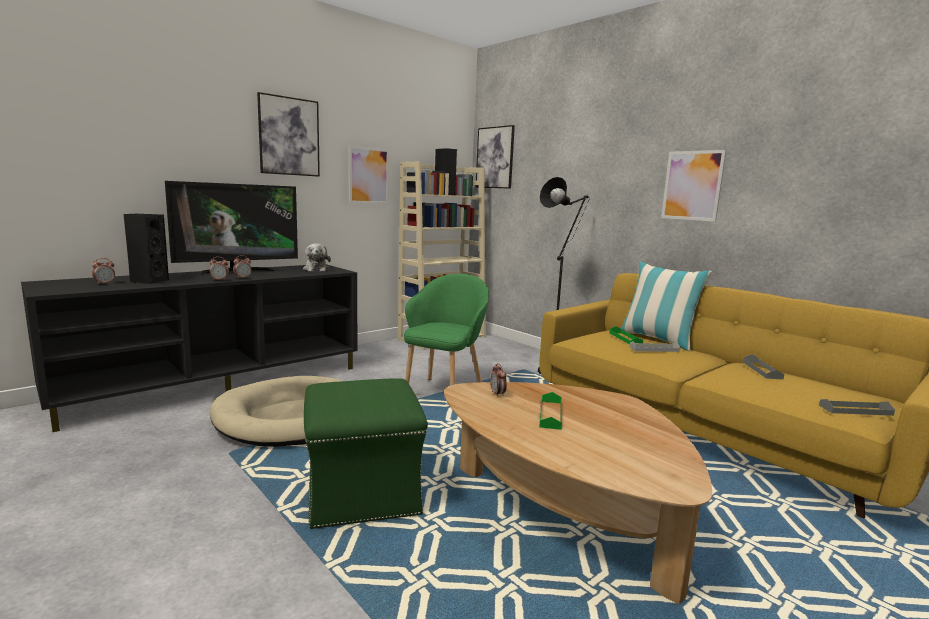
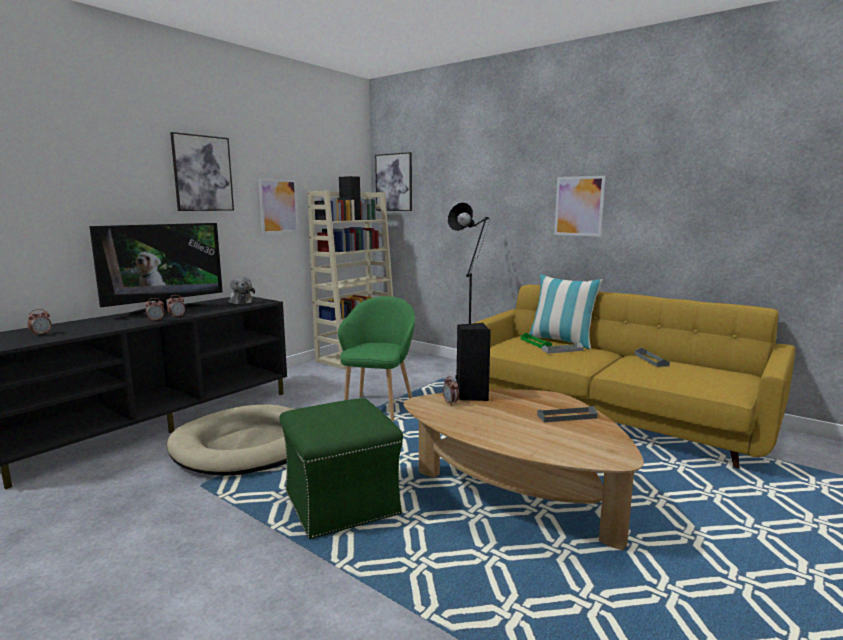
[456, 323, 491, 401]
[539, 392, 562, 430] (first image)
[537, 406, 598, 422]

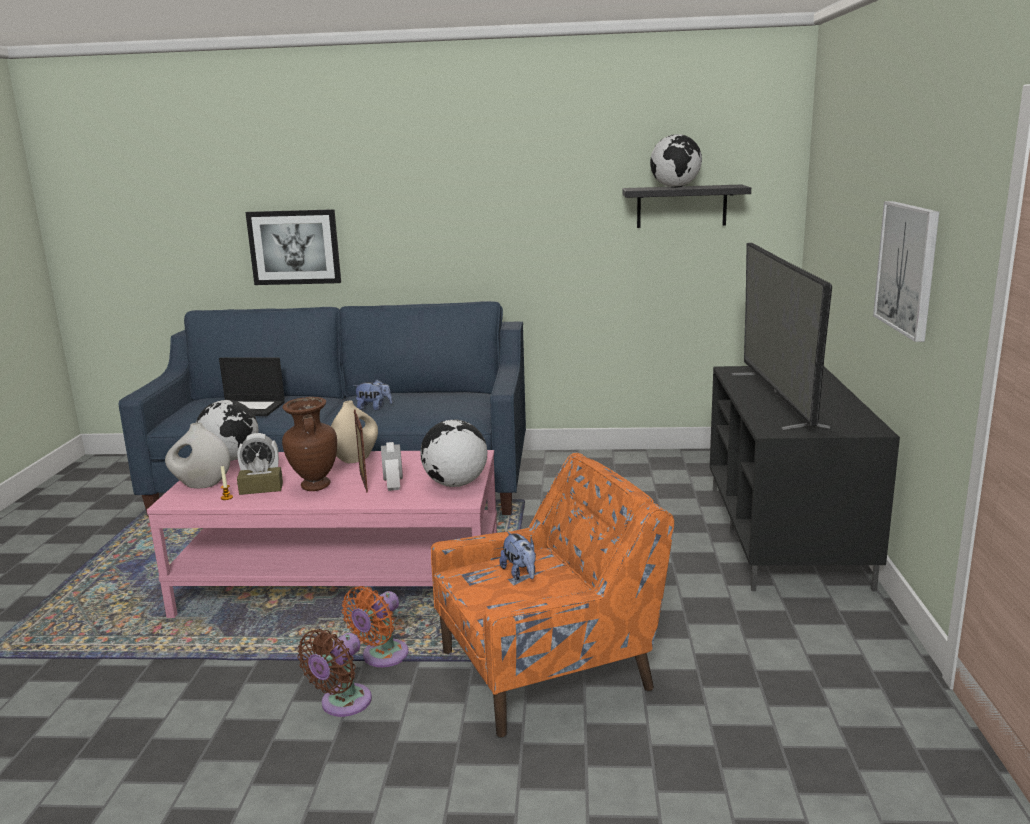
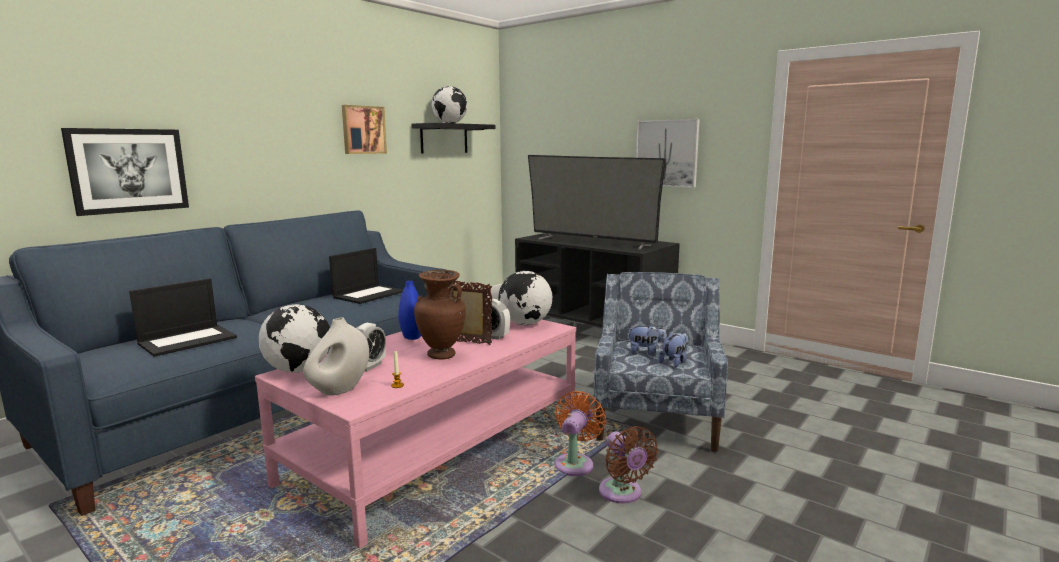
[658, 331, 689, 367]
[398, 280, 421, 340]
[594, 272, 728, 452]
[237, 457, 283, 495] (first image)
[555, 391, 606, 476]
[342, 105, 387, 154]
[329, 248, 404, 304]

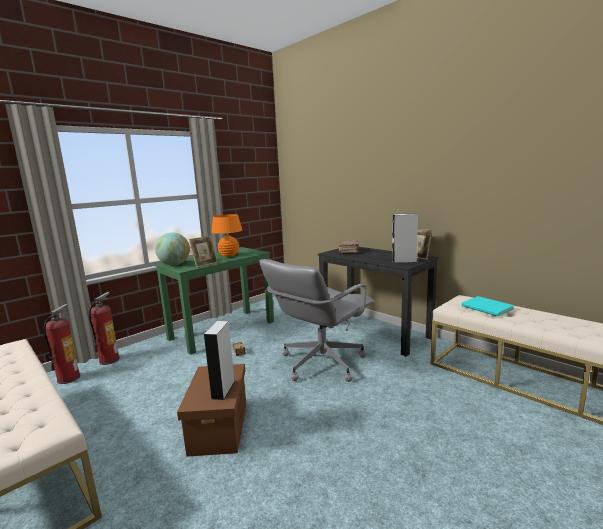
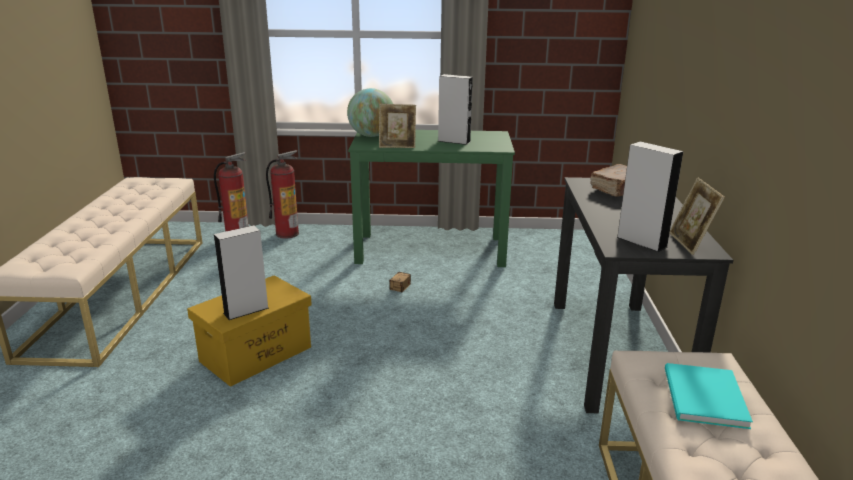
[438, 74, 473, 145]
[259, 259, 373, 382] (first image)
[187, 275, 312, 387]

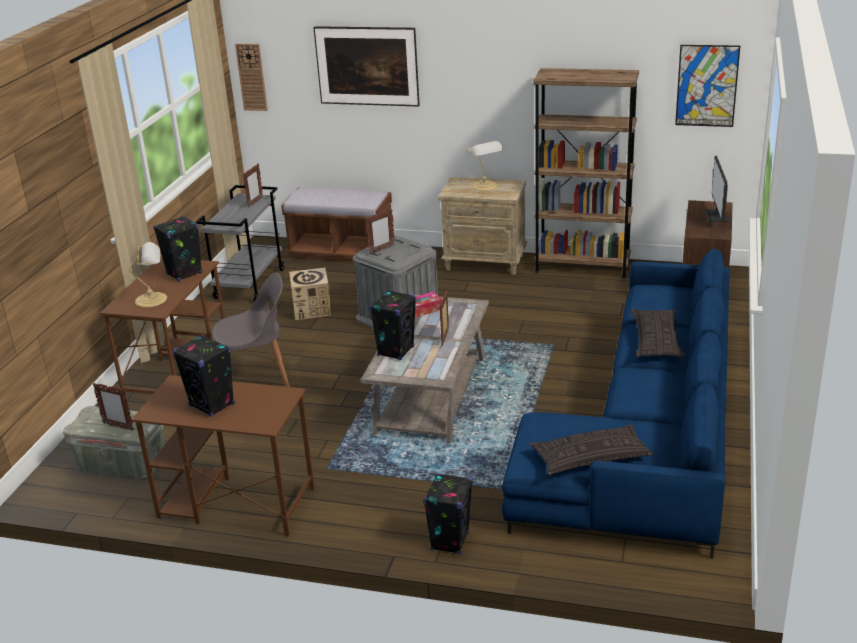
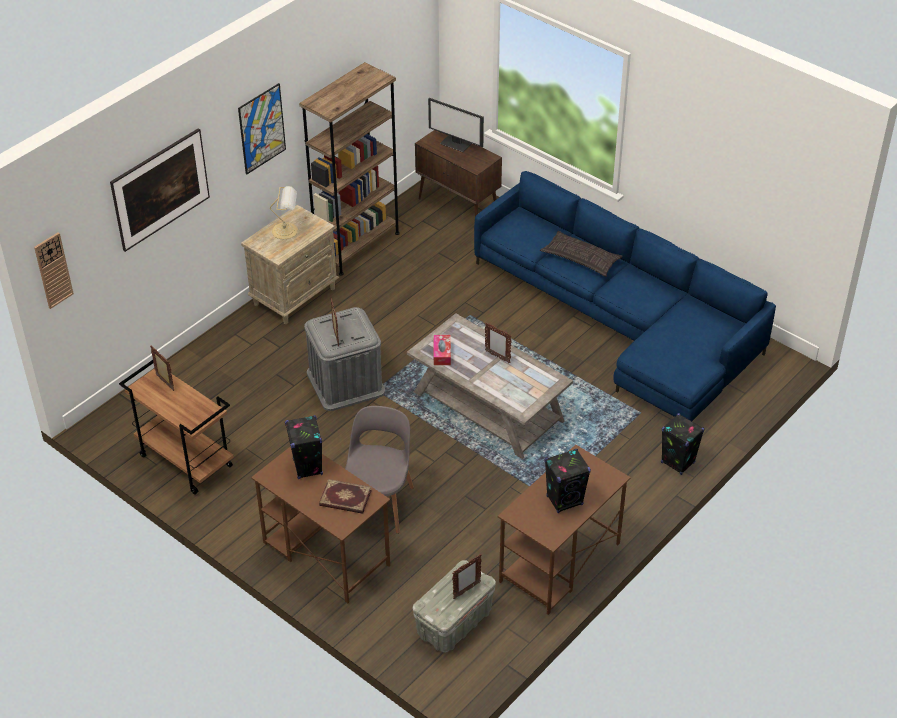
[238, 83, 286, 175]
[119, 360, 234, 495]
[281, 187, 392, 262] (first image)
[319, 479, 372, 514]
[289, 268, 331, 320] (first image)
[369, 290, 416, 360] (first image)
[530, 424, 653, 475] (first image)

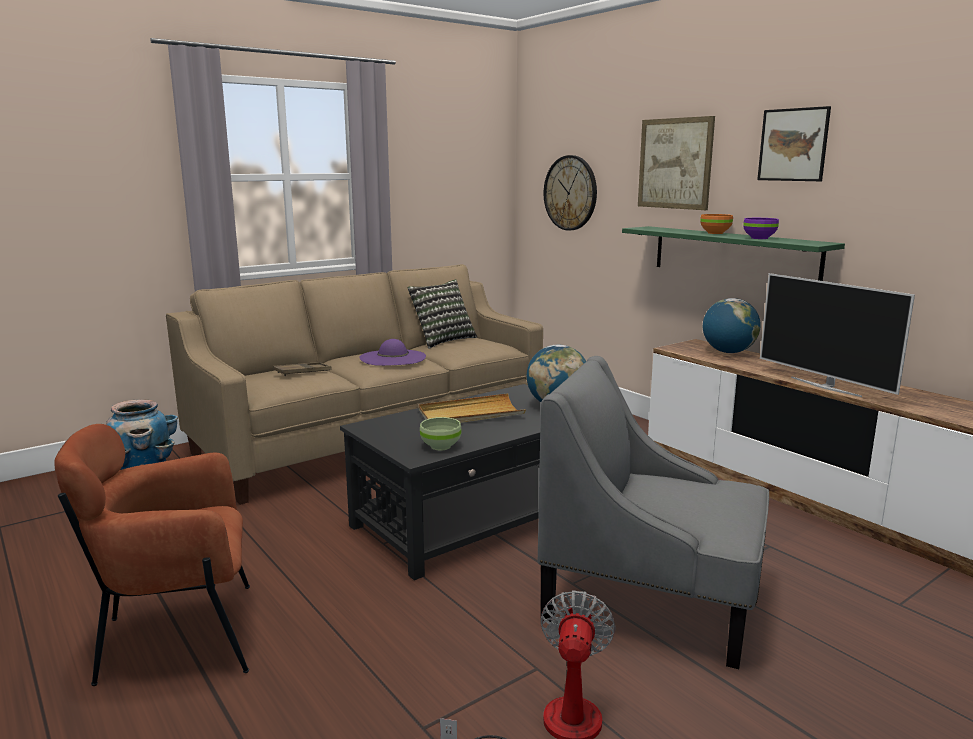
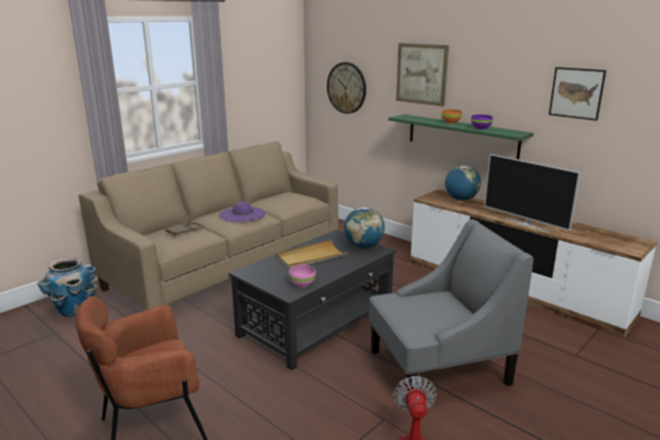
[549, 67, 606, 121]
[408, 279, 477, 349] (first image)
[369, 219, 534, 407]
[288, 265, 316, 287]

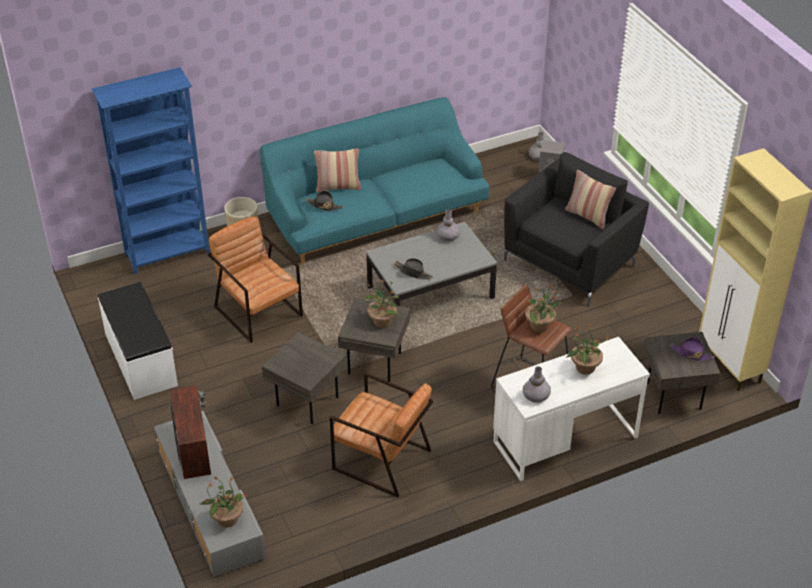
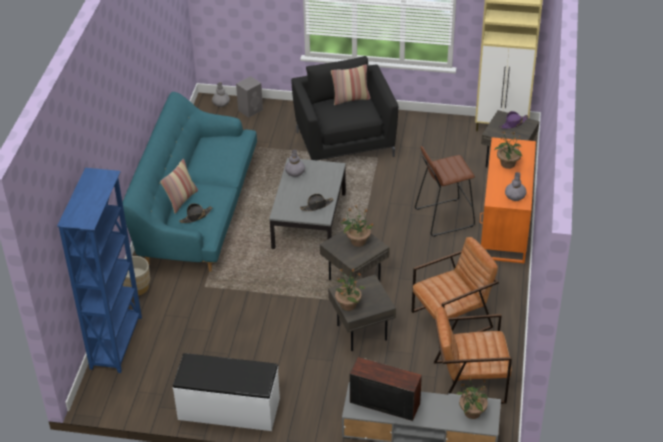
[434, 307, 512, 404]
[335, 268, 366, 311]
[480, 137, 536, 263]

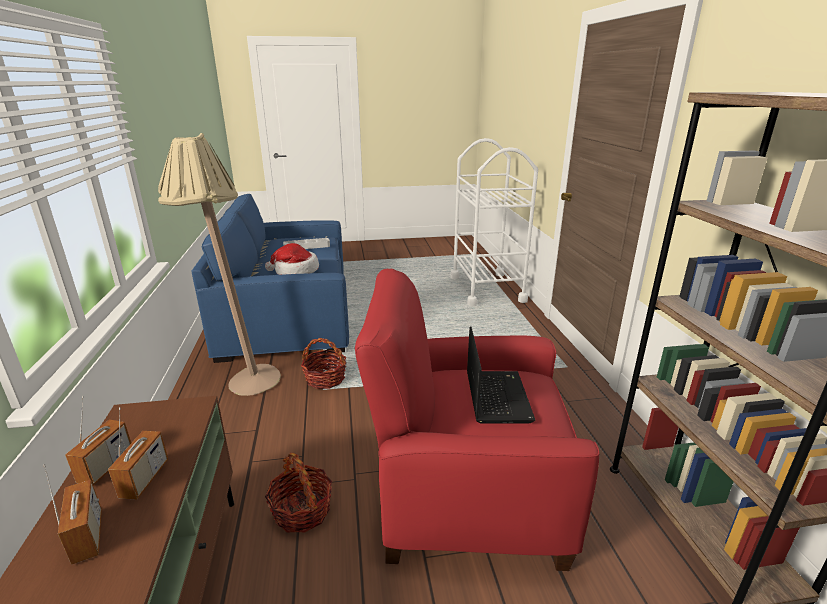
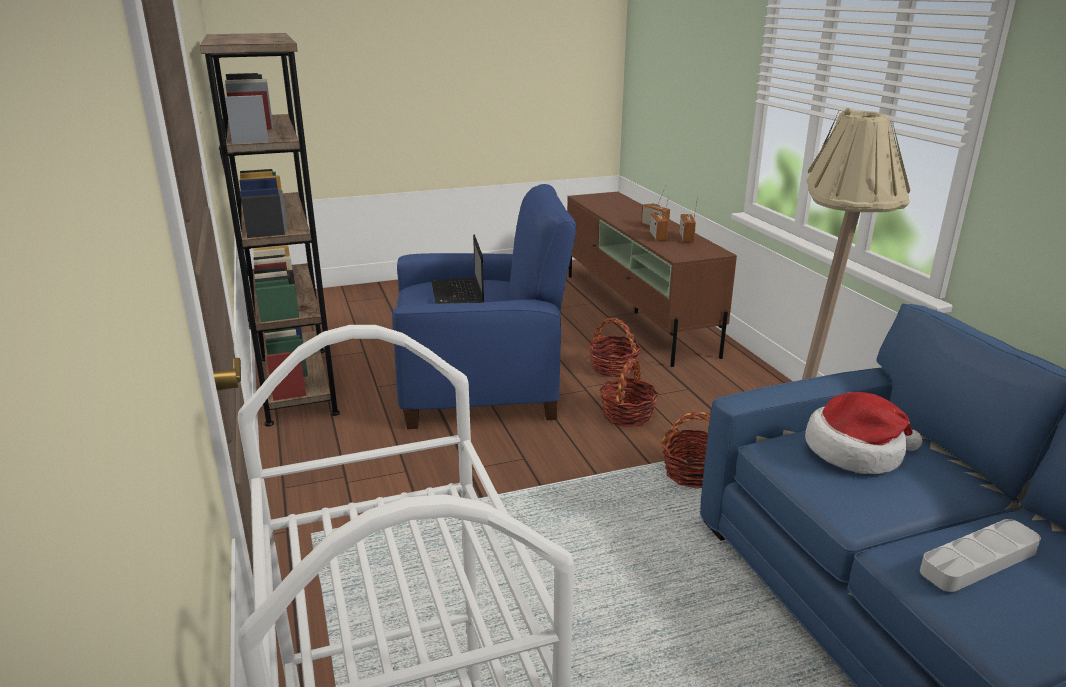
[392, 184, 576, 429]
[599, 359, 659, 427]

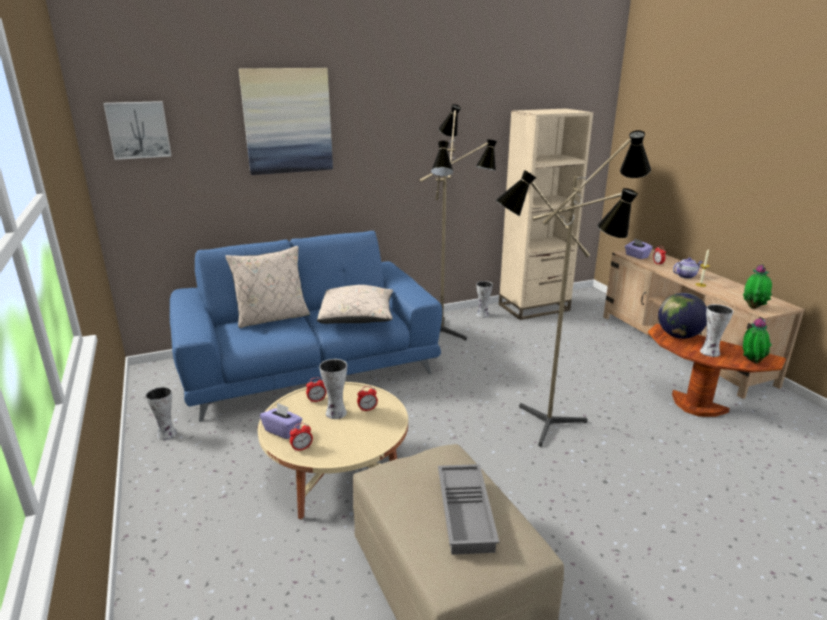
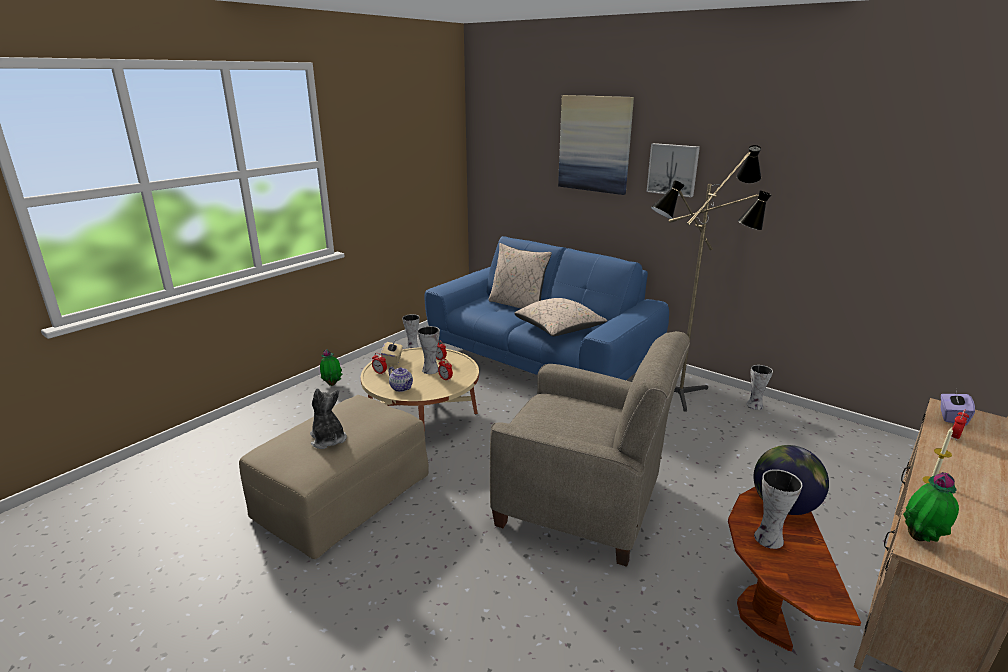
[646, 143, 700, 197]
[499, 109, 593, 320] (first image)
[490, 331, 690, 567]
[389, 367, 413, 392]
[320, 349, 343, 386]
[381, 339, 403, 365]
[310, 389, 347, 449]

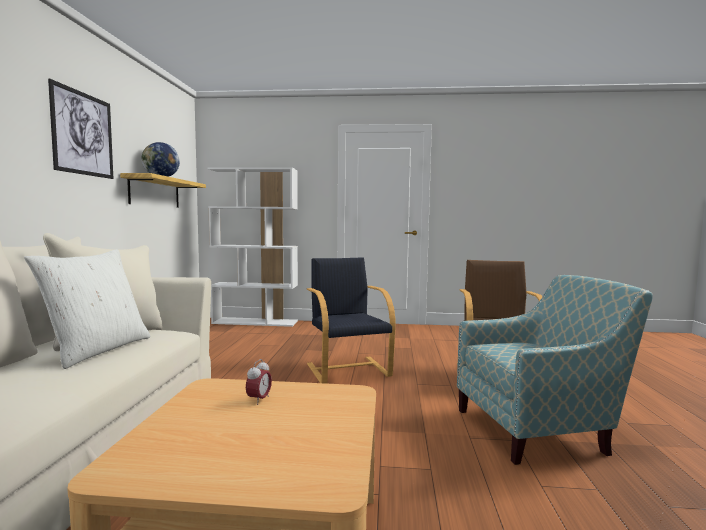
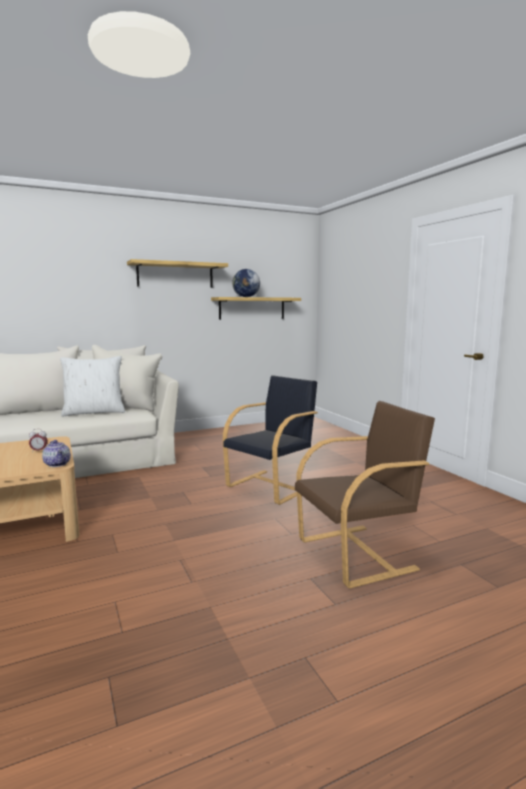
[127, 259, 228, 288]
[208, 167, 298, 327] (first image)
[457, 275, 653, 465] (first image)
[42, 440, 71, 467]

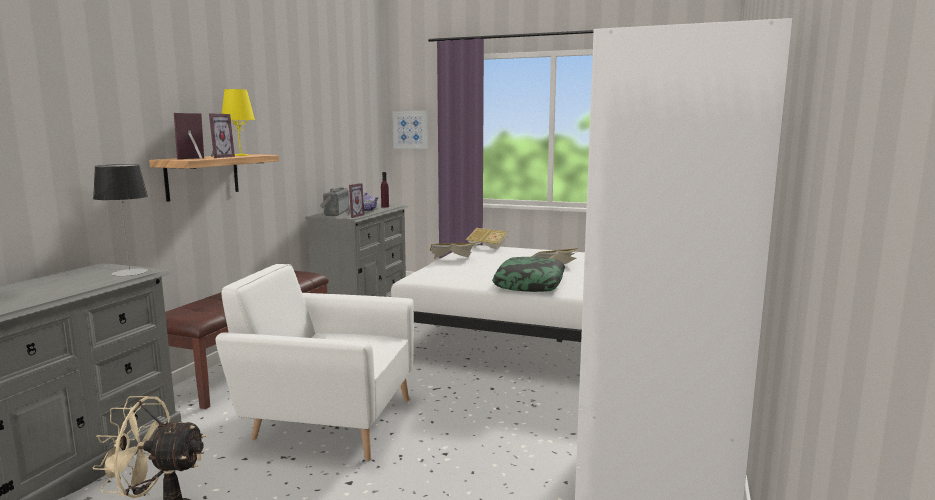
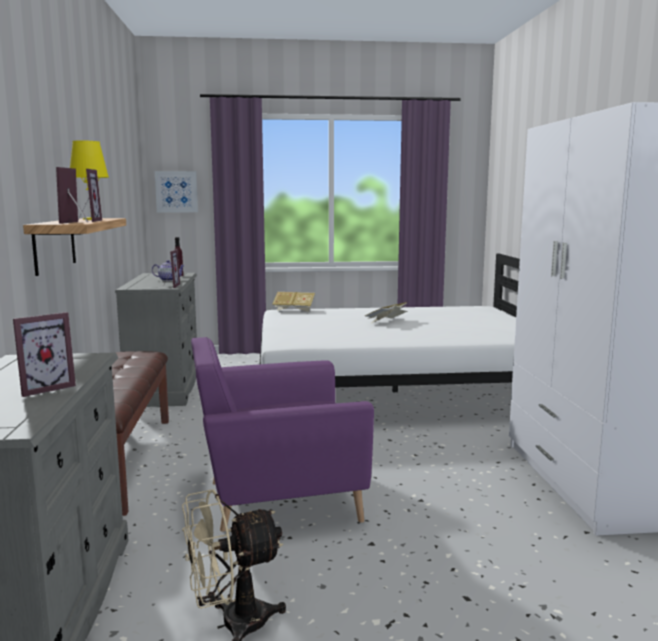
[93, 164, 148, 276] (first image)
[320, 187, 349, 216] (first image)
[430, 243, 474, 259] (first image)
[492, 257, 565, 292] (first image)
[191, 337, 374, 532]
[13, 312, 76, 397]

